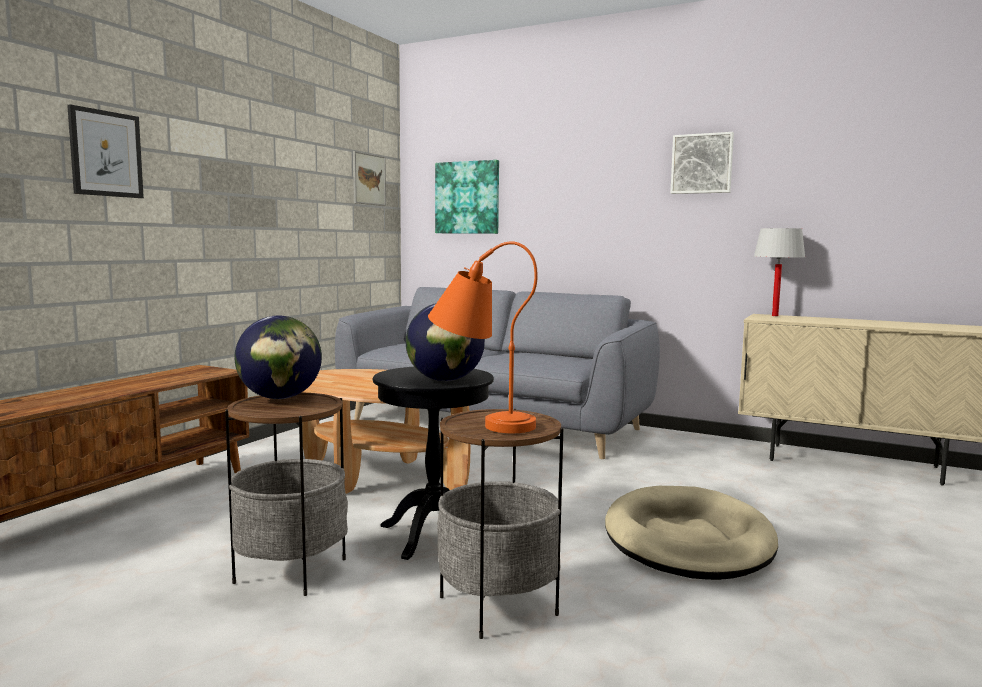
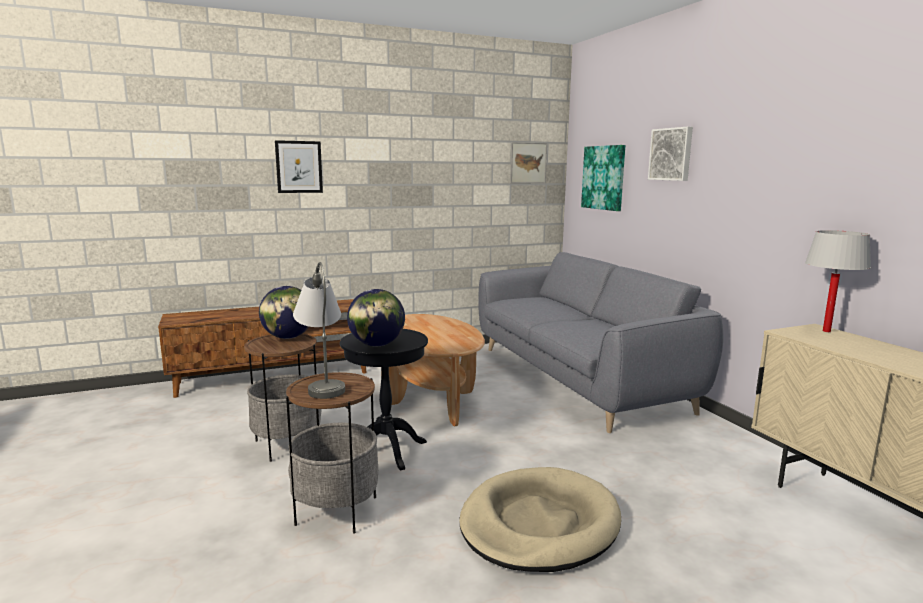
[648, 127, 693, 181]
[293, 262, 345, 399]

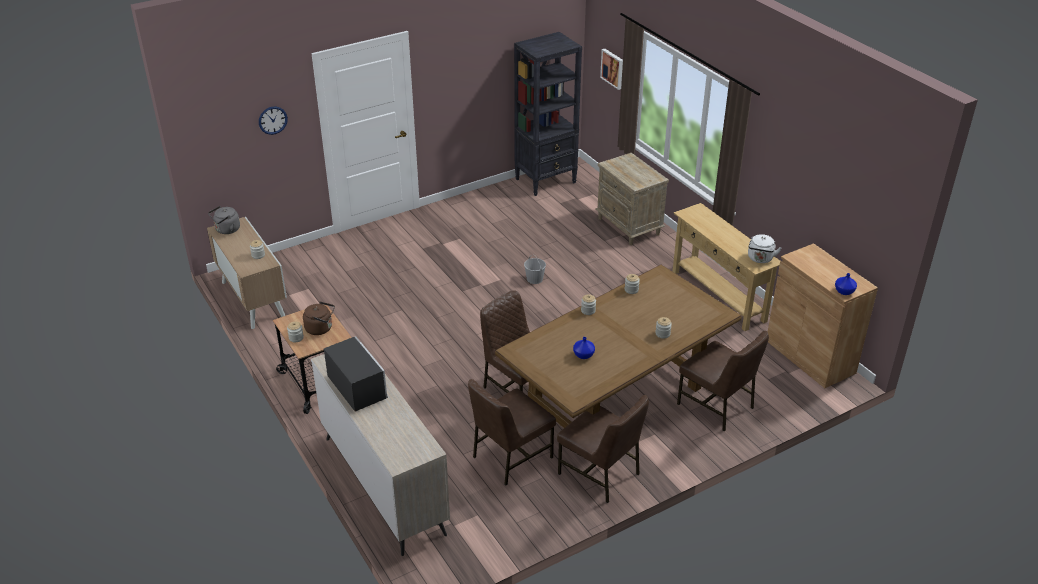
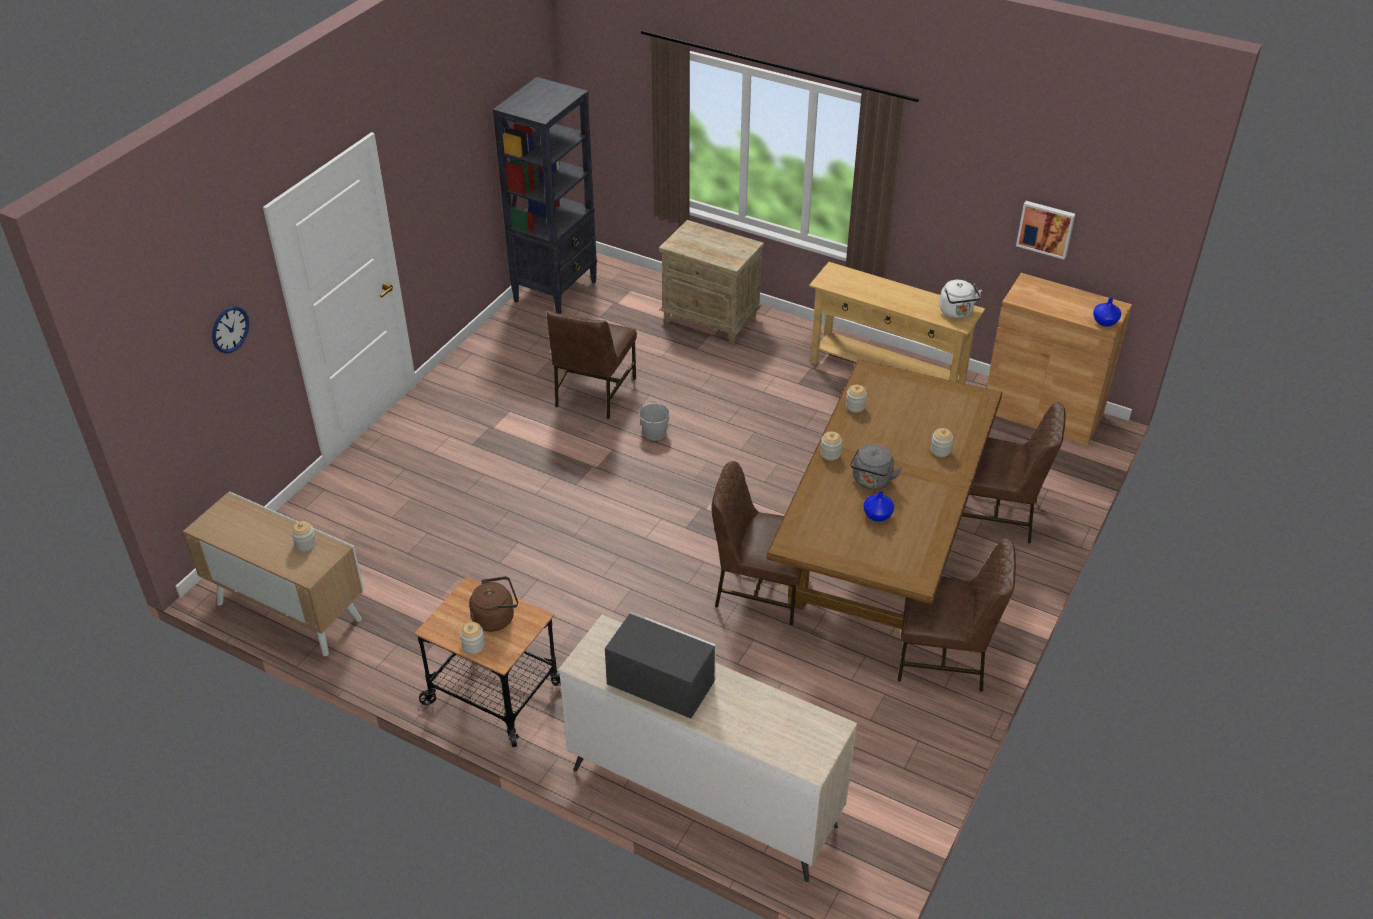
[1016, 201, 1075, 259]
[850, 444, 902, 489]
[546, 310, 637, 419]

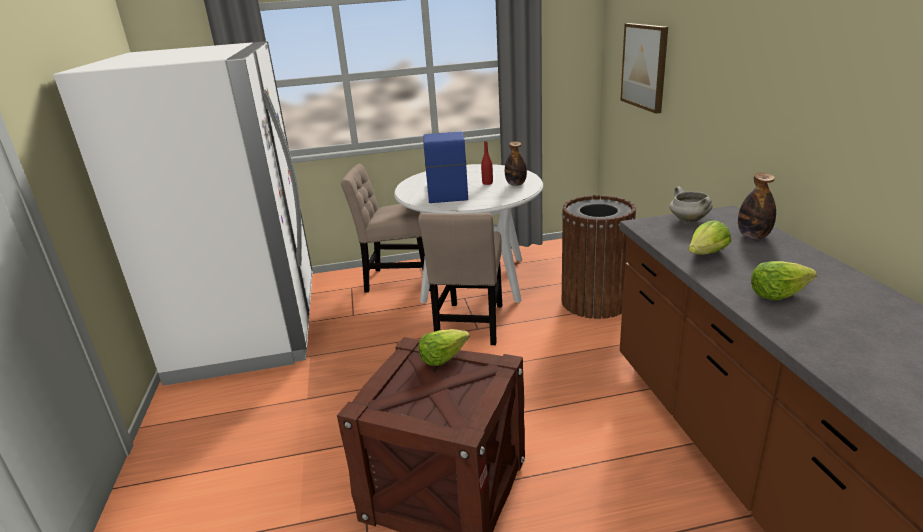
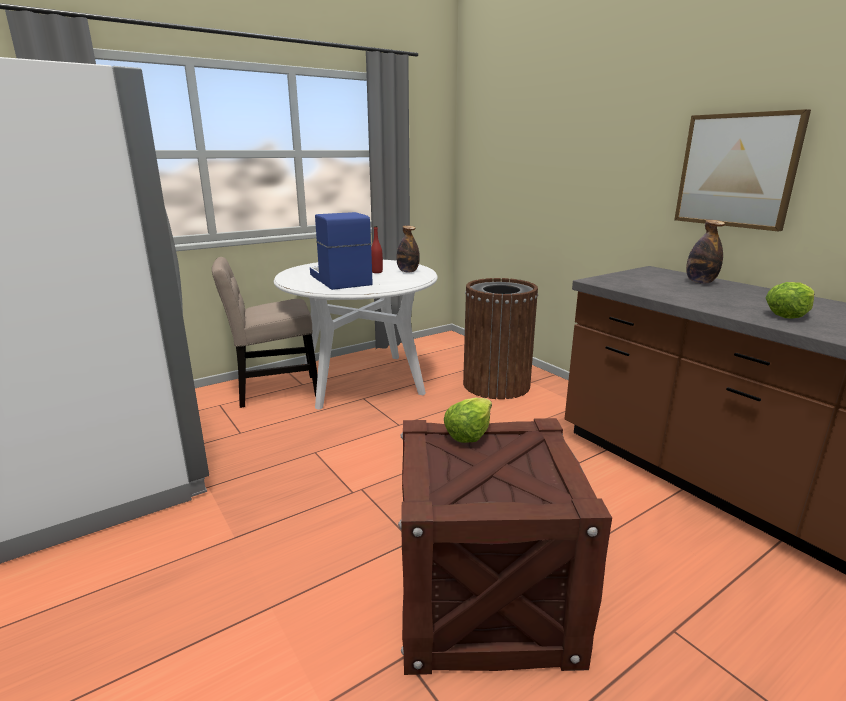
[674, 109, 811, 232]
[669, 187, 713, 223] (first image)
[418, 213, 502, 345] (first image)
[688, 220, 731, 255] (first image)

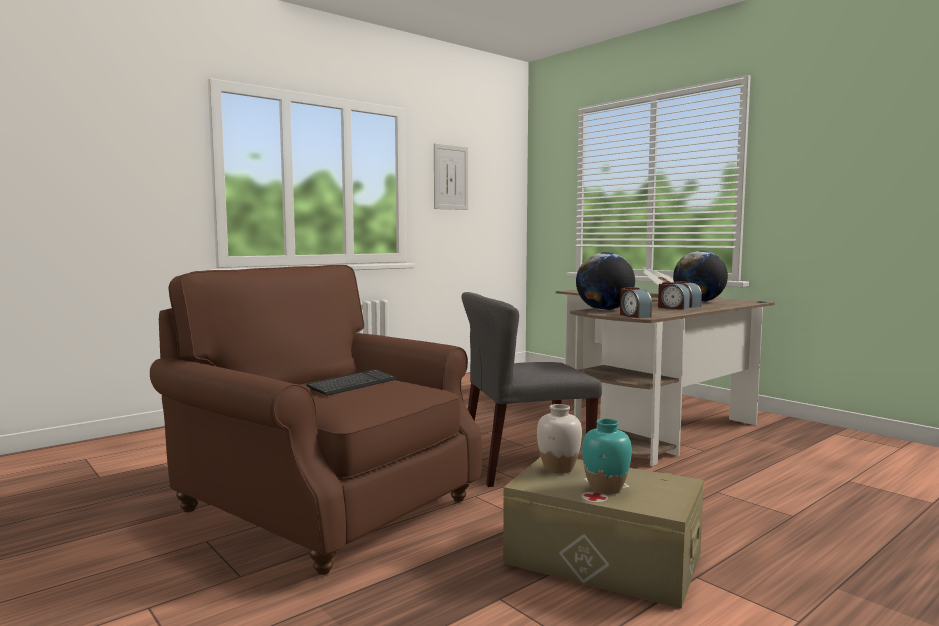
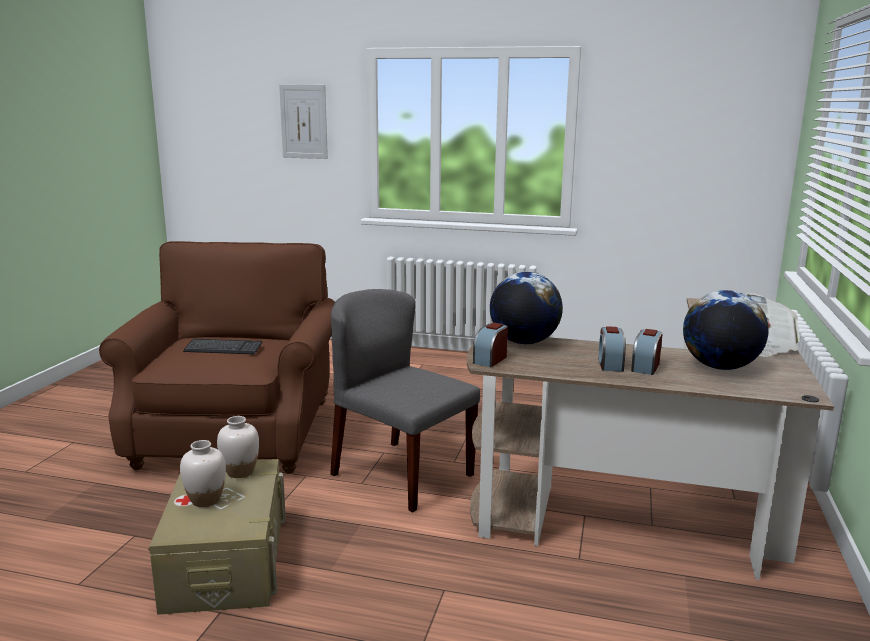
[279, 85, 328, 159]
[180, 440, 226, 507]

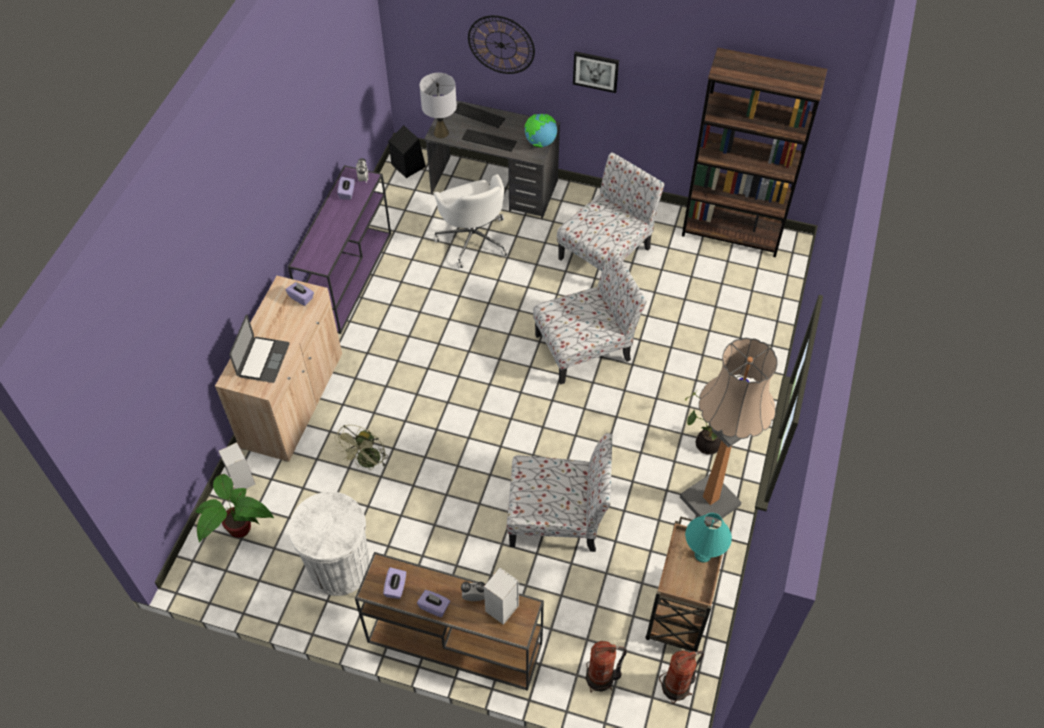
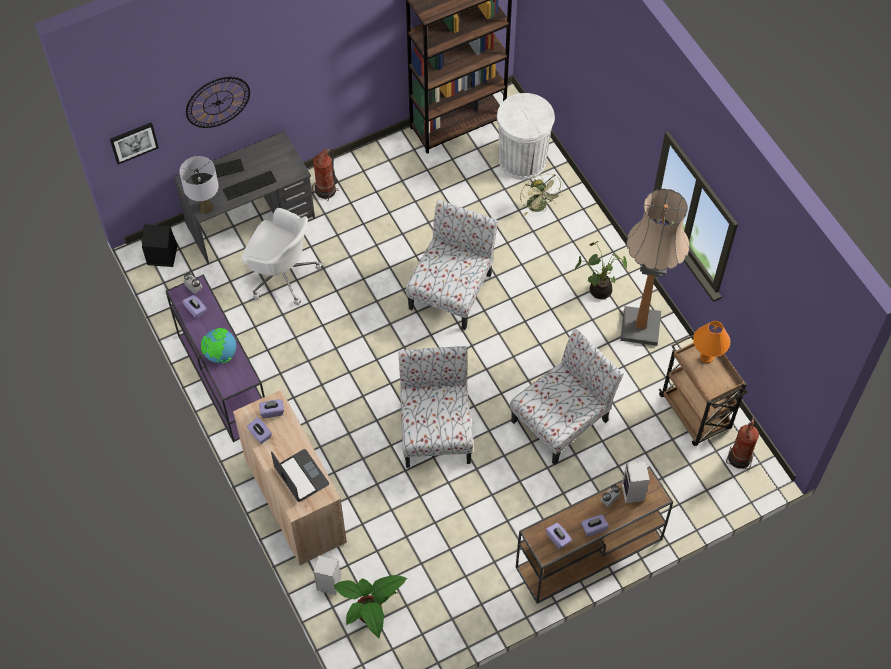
[110, 122, 159, 165]
[201, 328, 236, 363]
[398, 346, 473, 468]
[520, 174, 563, 215]
[497, 93, 555, 180]
[693, 321, 730, 363]
[312, 148, 339, 201]
[247, 417, 272, 444]

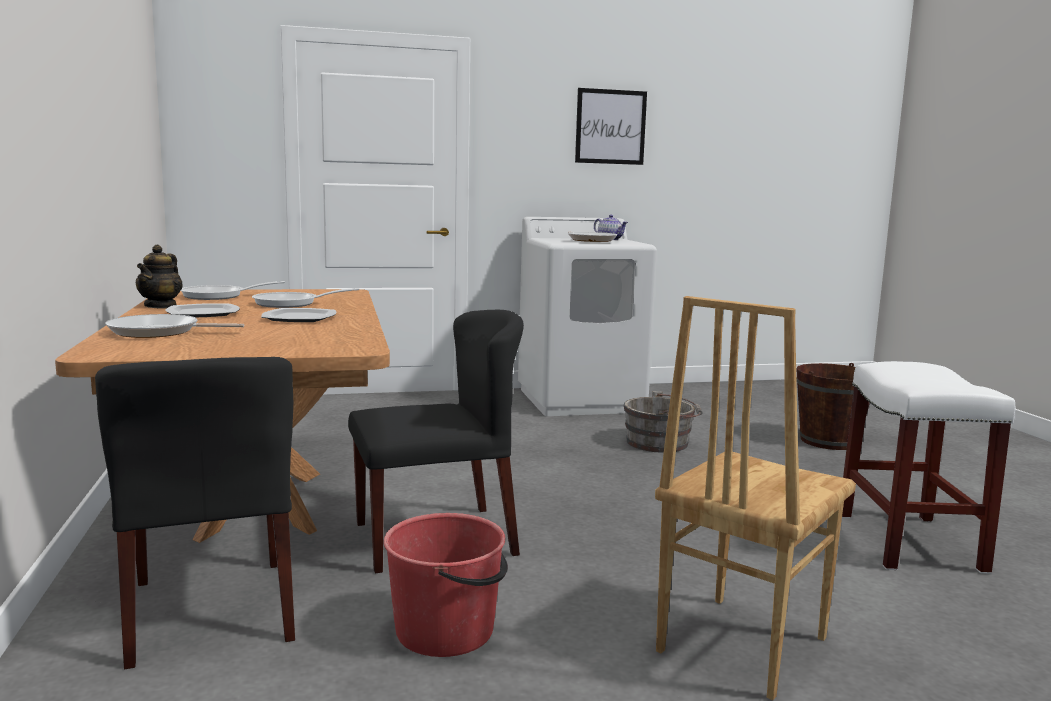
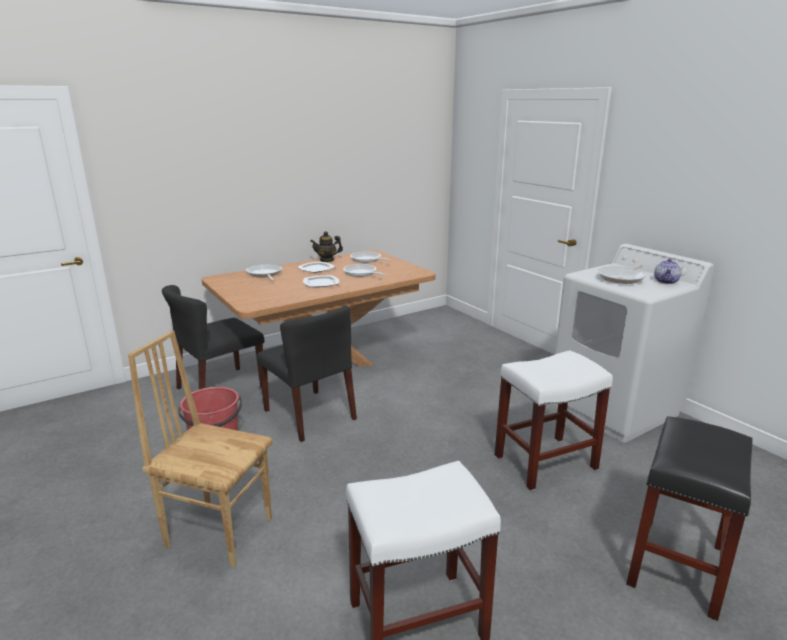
[575, 88, 647, 165] (first image)
[626, 416, 753, 621]
[495, 350, 613, 491]

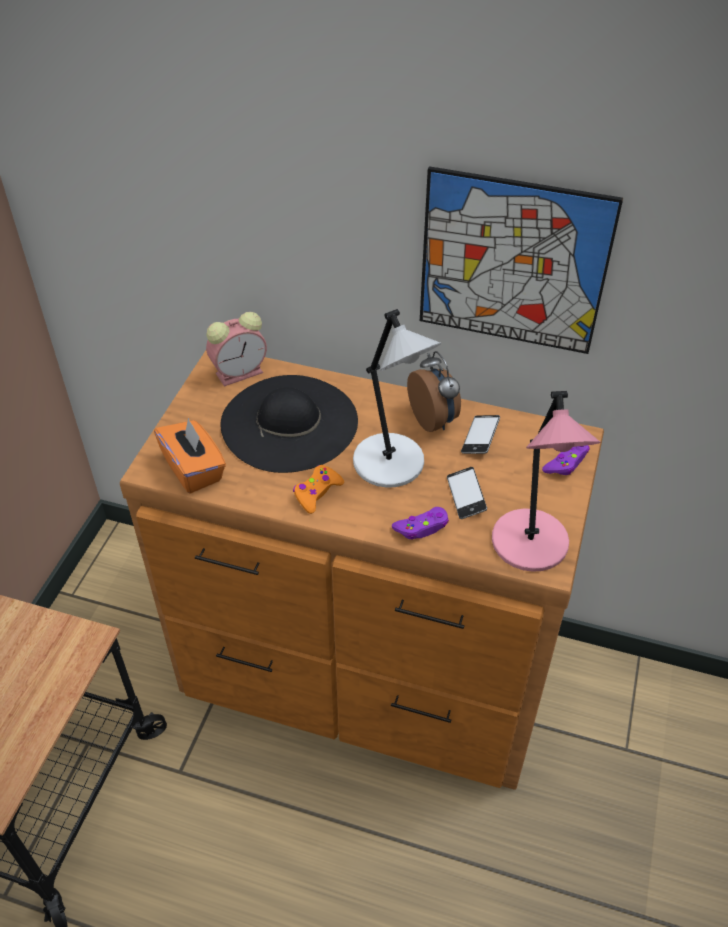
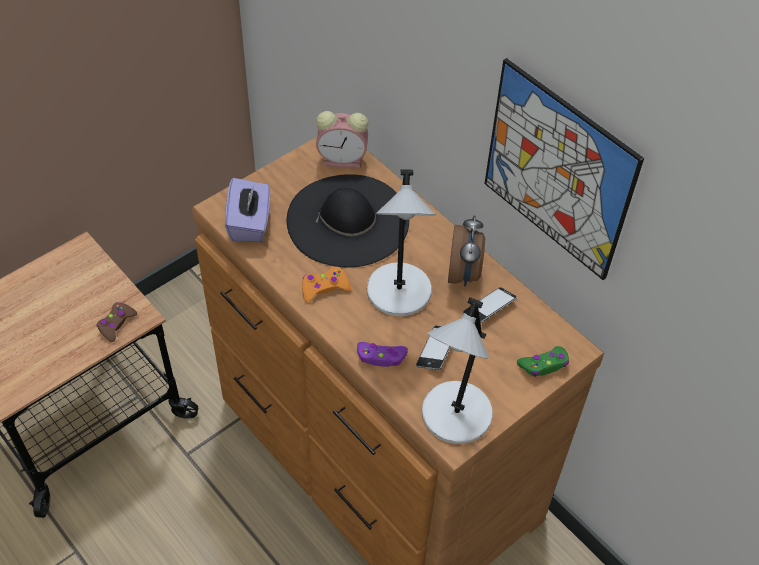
[422, 297, 493, 444]
[225, 178, 270, 242]
[517, 346, 569, 377]
[97, 302, 137, 342]

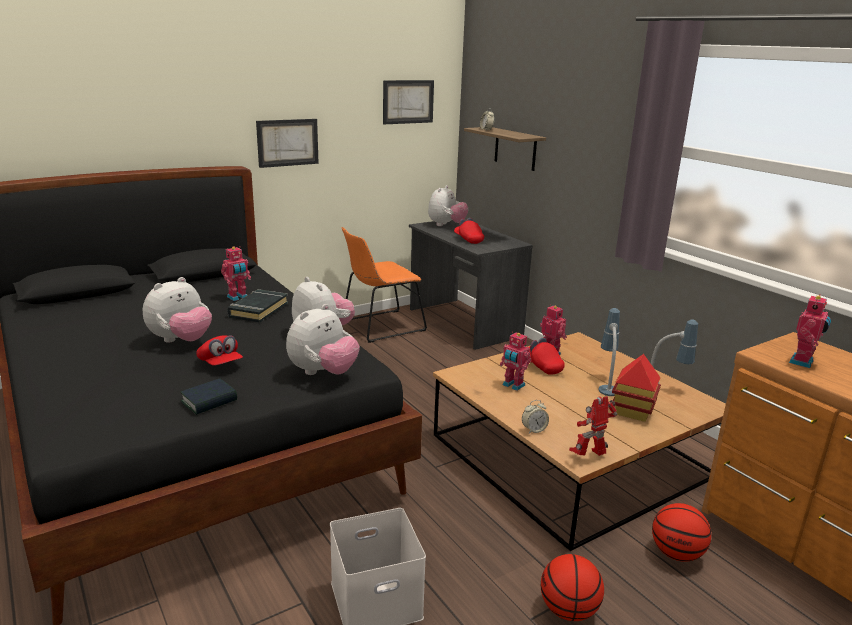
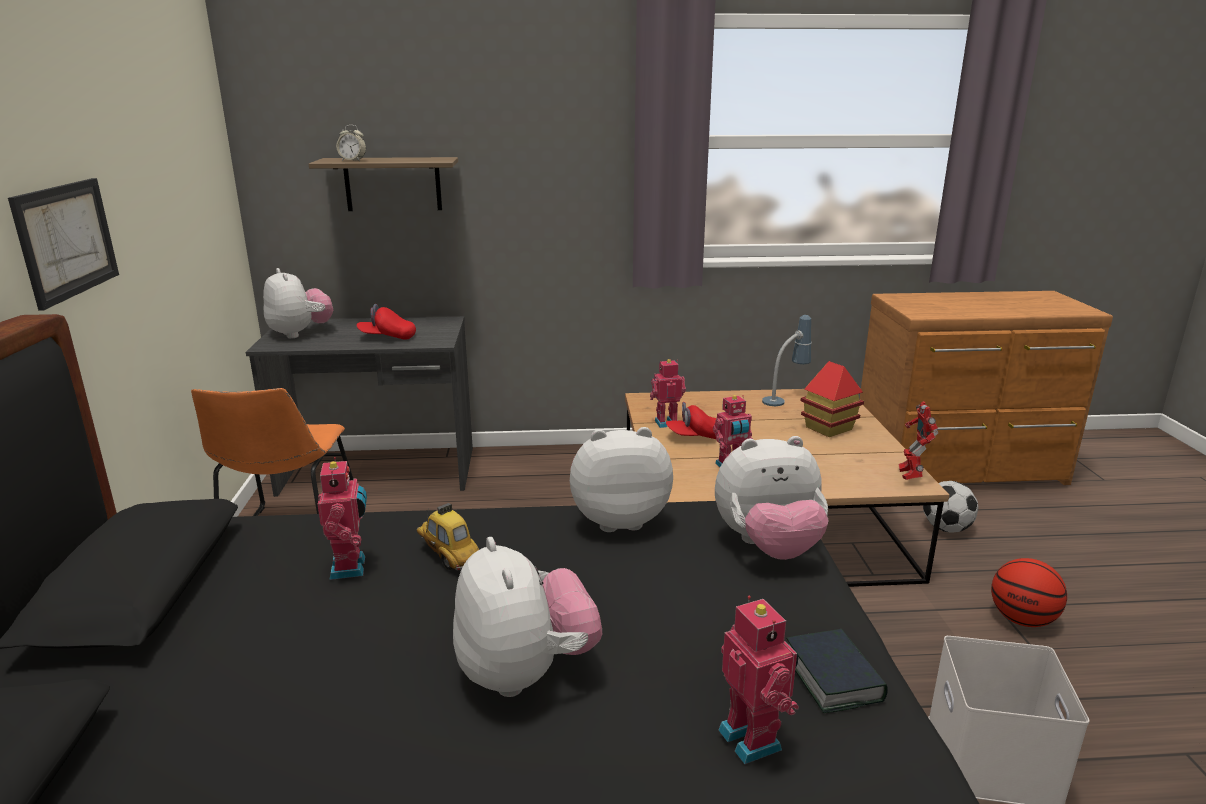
[383, 80, 434, 124] (first image)
[417, 503, 479, 570]
[718, 596, 799, 764]
[715, 436, 829, 560]
[599, 308, 620, 396] (first image)
[196, 335, 243, 366] (first image)
[522, 400, 549, 433] (first image)
[923, 481, 978, 533]

